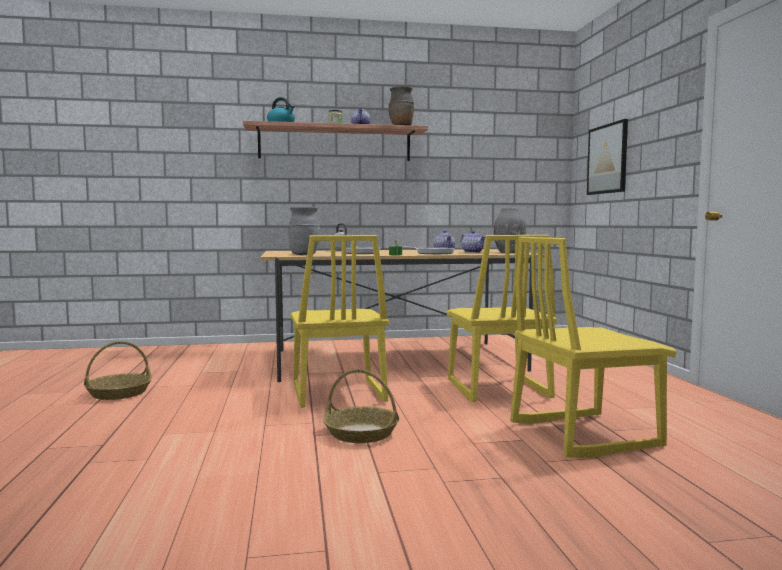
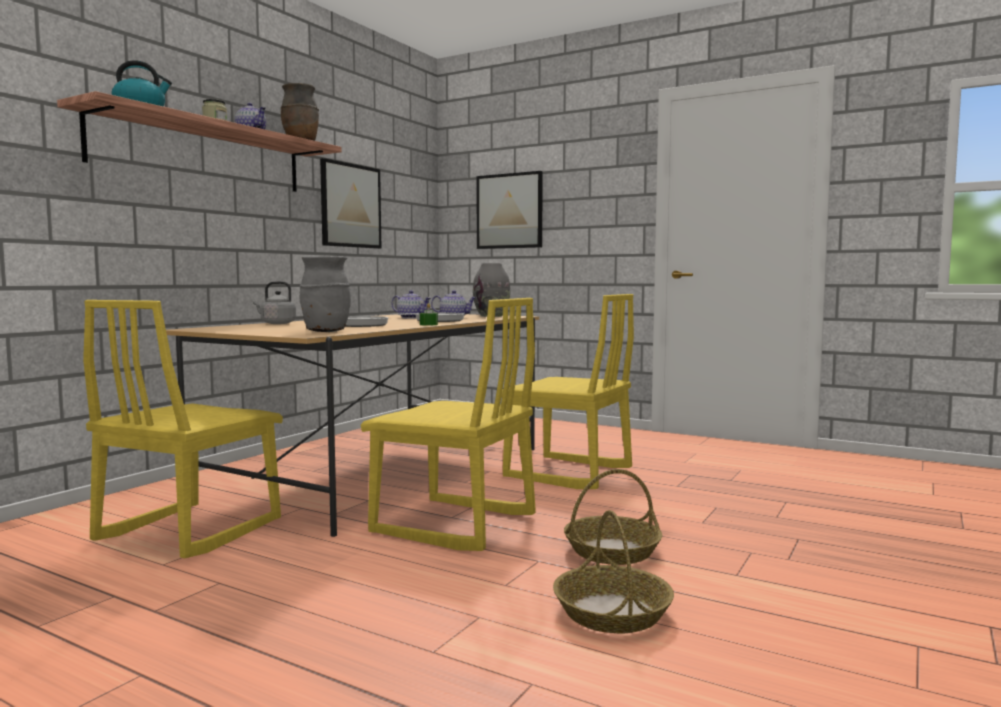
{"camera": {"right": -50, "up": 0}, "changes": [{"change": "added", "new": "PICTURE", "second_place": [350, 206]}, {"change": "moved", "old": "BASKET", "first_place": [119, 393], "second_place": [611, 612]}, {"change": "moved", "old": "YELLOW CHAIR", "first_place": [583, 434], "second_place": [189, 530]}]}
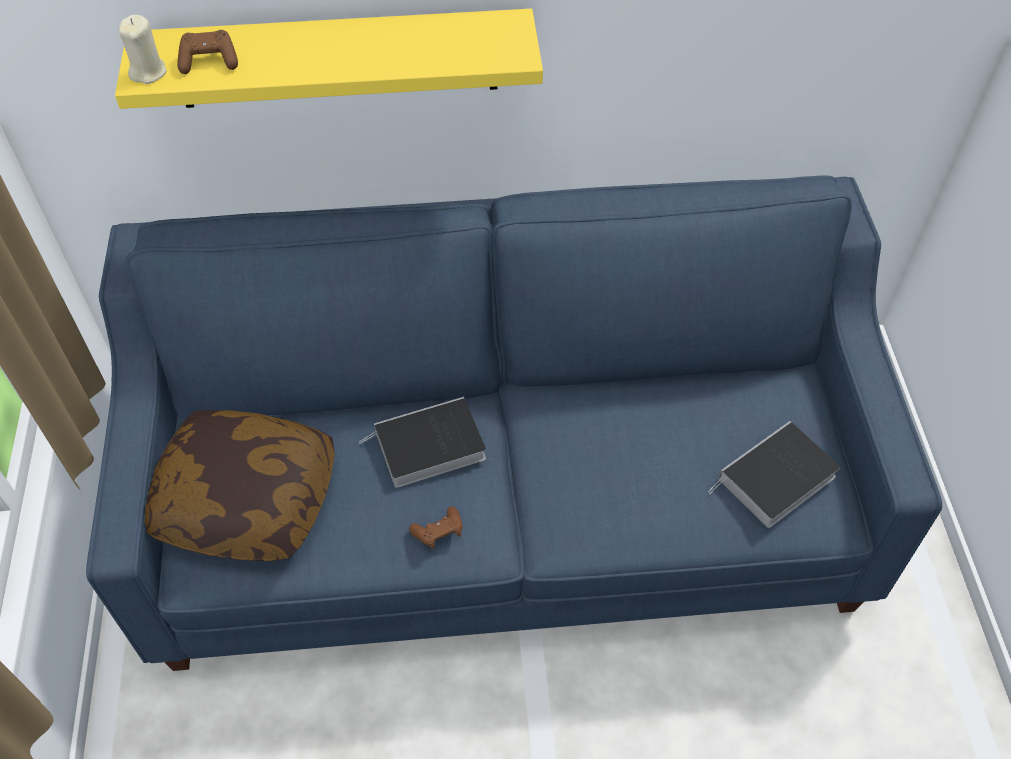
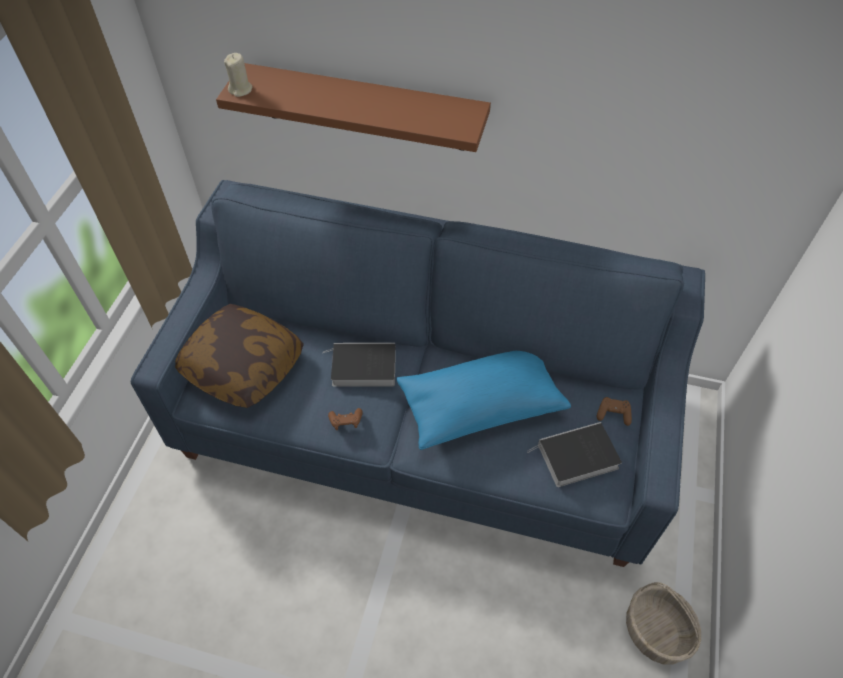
{"camera": {"right": 20, "up": 0}, "changes": [{"change": "added", "new": "BLUE PILLOW", "second_place": [480, 405]}, {"change": "added", "new": "BASKET", "second_place": [656, 631]}, {"change": "moved", "old": "BROWN GAME CONTROLLER", "first_place": [209, 61], "second_place": [613, 414]}, {"change": "recoloured", "old": "YELLOW SHELF", "new": "BROWN SHELF", "first_place": [337, 59], "second_place": [364, 108]}]}
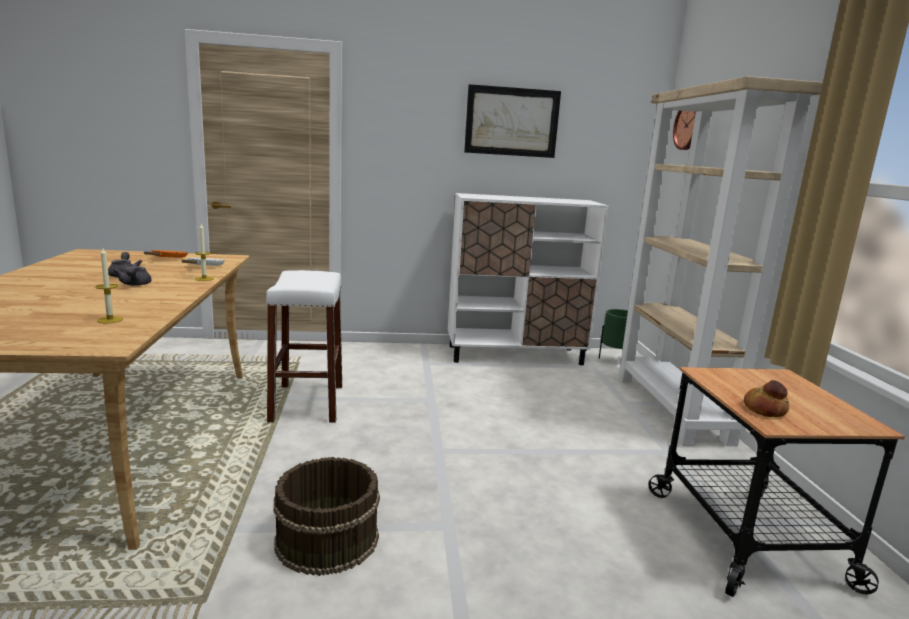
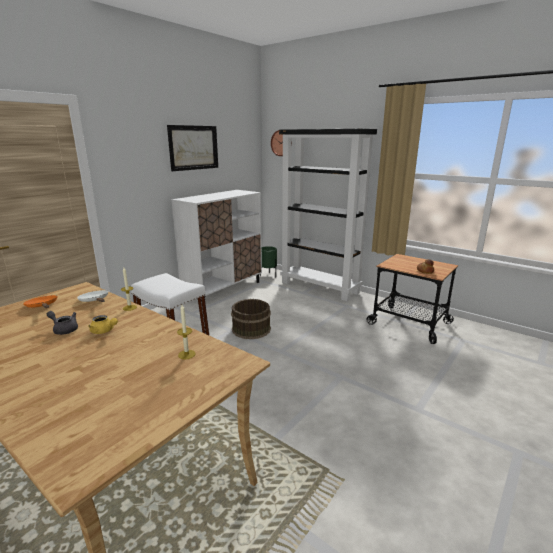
{"camera": {"right": -45, "up": 5}, "changes": [{"change": "moved", "old": "BROWN BUCKET", "first_place": [326, 539], "second_place": [250, 329]}, {"change": "recoloured", "old": "GREY TEAPOT", "new": "YELLOW TEAPOT", "first_place": [135, 285], "second_place": [104, 331]}, {"change": "recoloured", "old": "BEIGE BOOKCASE", "new": "BLACK BOOKCASE", "first_place": [672, 408], "second_place": [320, 287]}]}
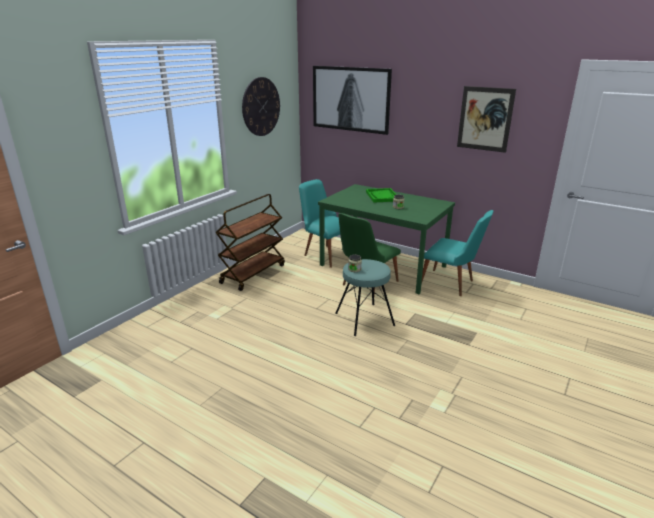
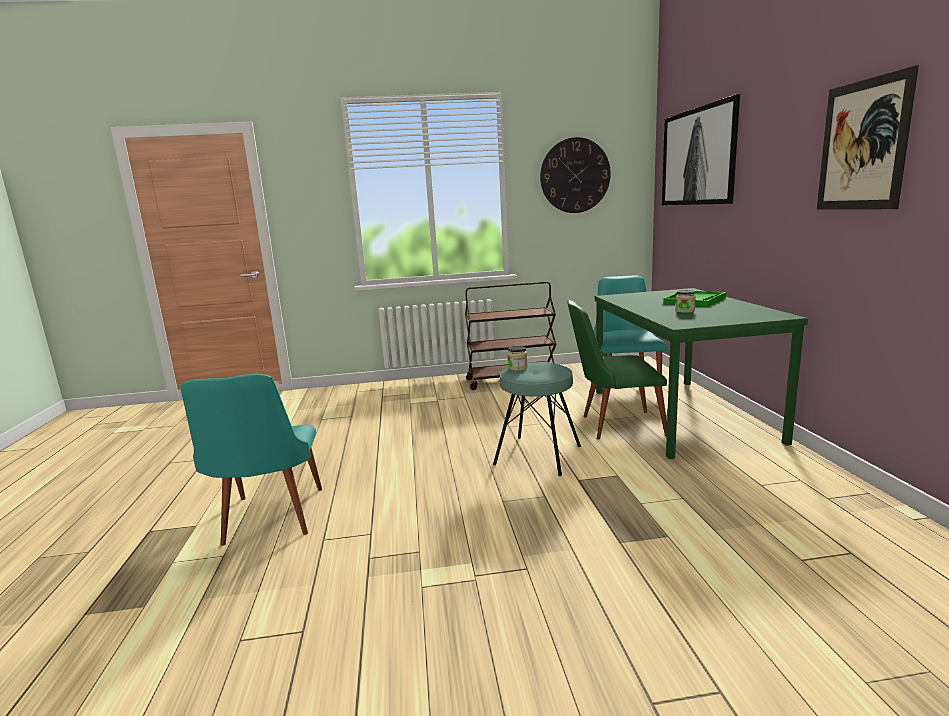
{"camera": {"right": 50, "up": -10}, "changes": [{"change": "moved", "old": "TURQUOISE CHAIR", "first_place": [451, 284], "second_place": [269, 521]}]}
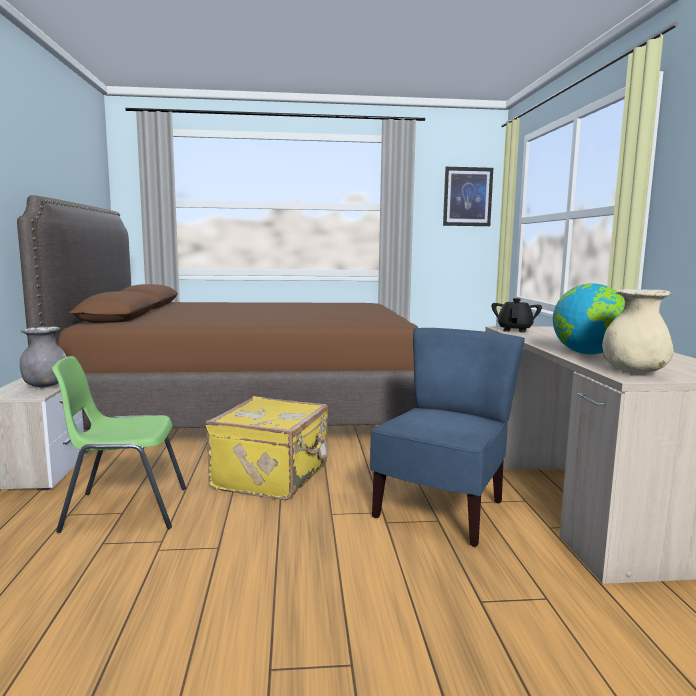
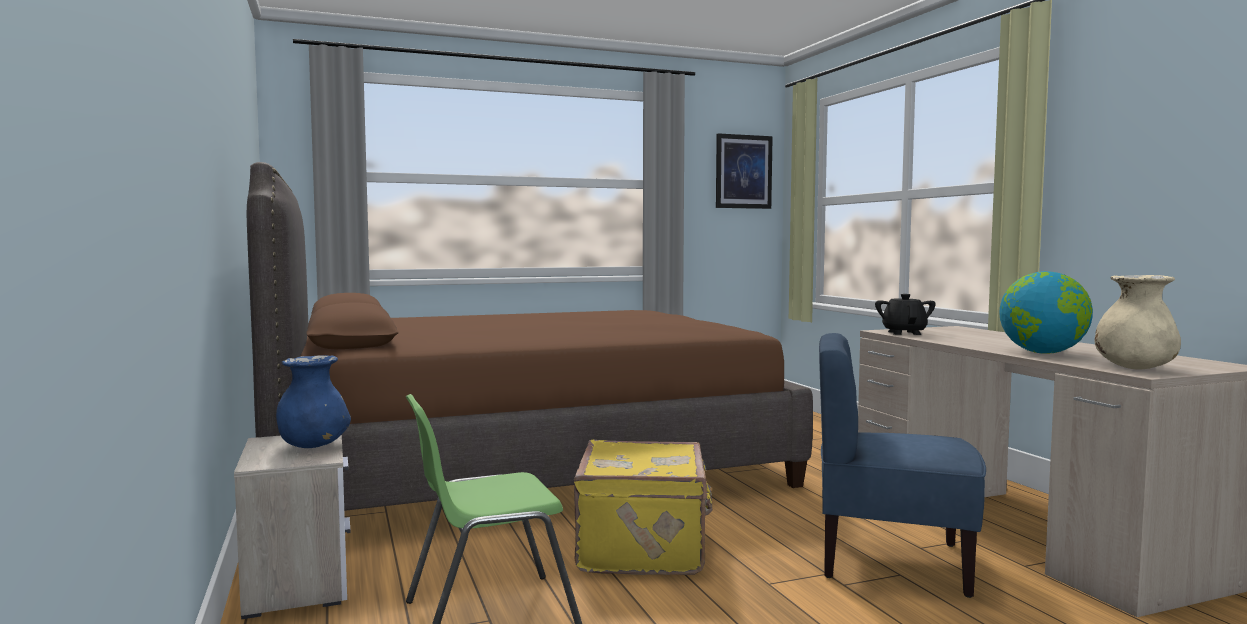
{"camera": {"right": -15, "up": -5}, "changes": [{"change": "recoloured", "old": "GREY VASE", "new": "BLUE VASE", "first_place": [46, 386], "second_place": [313, 446]}, {"change": "turned", "old": "BLUE CHAIR", "first_place": [442, 510], "second_place": [892, 562], "degrees": -90}]}
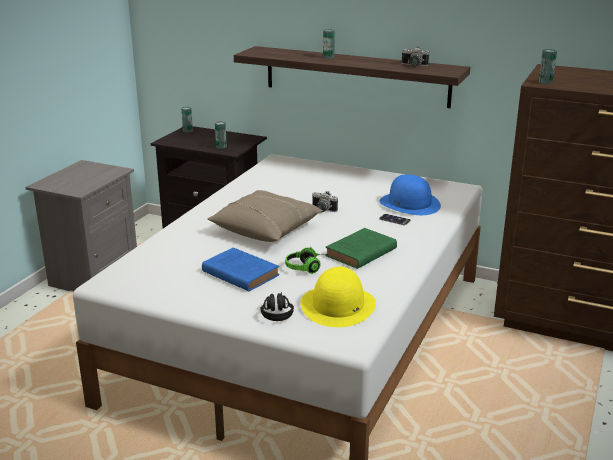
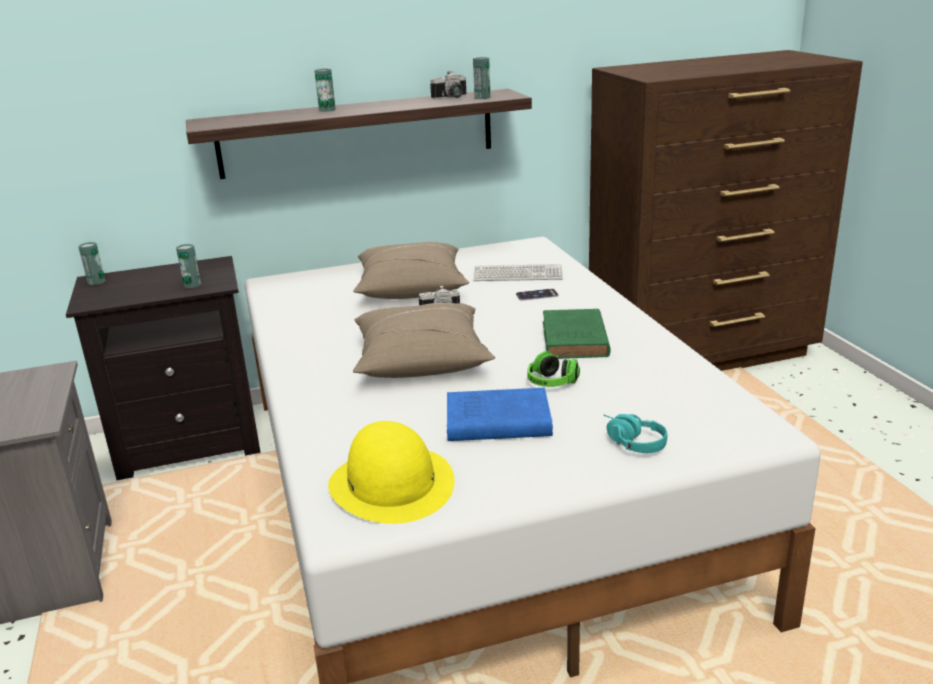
{"camera": {"right": -40, "up": 0}, "changes": [{"change": "added", "new": "BEIGE PILLOW", "second_place": [411, 288]}, {"change": "moved", "old": "YELLOW HAT", "first_place": [338, 305], "second_place": [392, 484]}, {"change": "moved", "old": "CAN", "first_place": [545, 82], "second_place": [482, 97]}, {"change": "replaced", "old": "BLUE HAT", "new": "KEYBOARD", "first_place": [410, 204], "second_place": [518, 274]}, {"change": "recoloured", "old": "BLACK HEADPHONES", "new": "TURQUOISE HEADPHONES", "first_place": [276, 312], "second_place": [629, 442]}]}
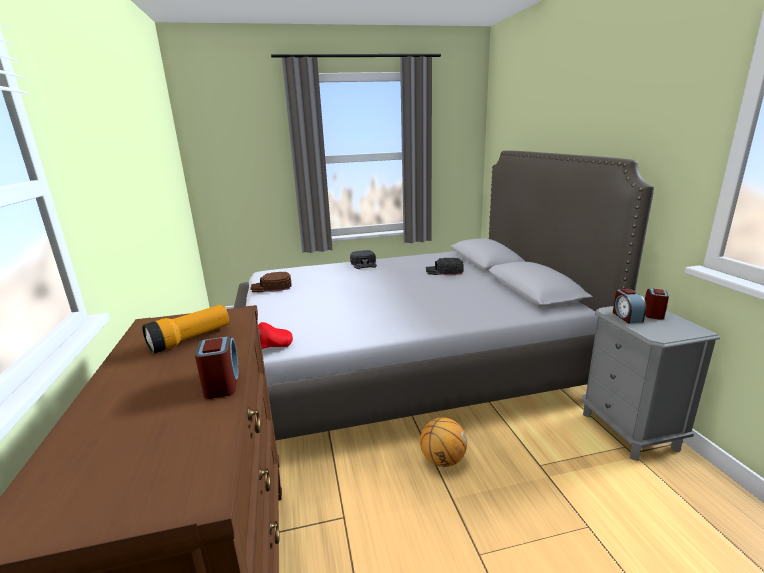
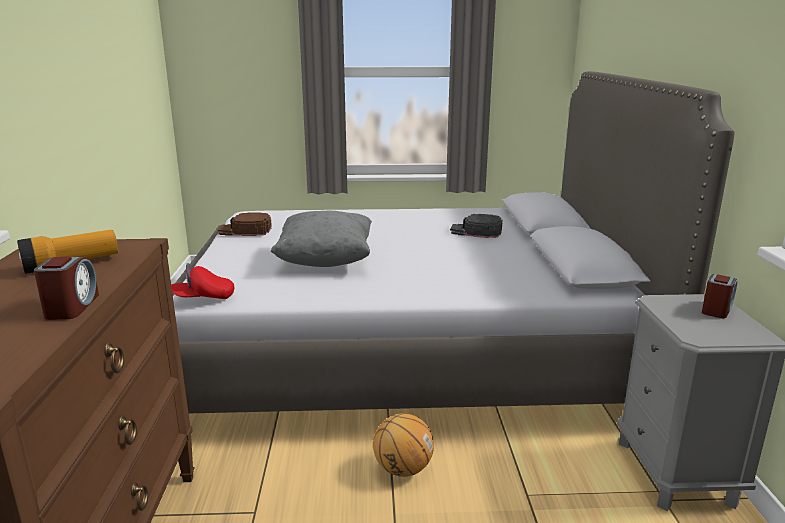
{"camera": {"right": 10, "up": 0}, "changes": [{"change": "removed", "old": "BLACK CAP", "first_place": [364, 263]}, {"change": "removed", "old": "ALARM CLOCK", "first_place": [626, 316]}, {"change": "added", "new": "GREY PILLOW", "second_place": [325, 261]}]}
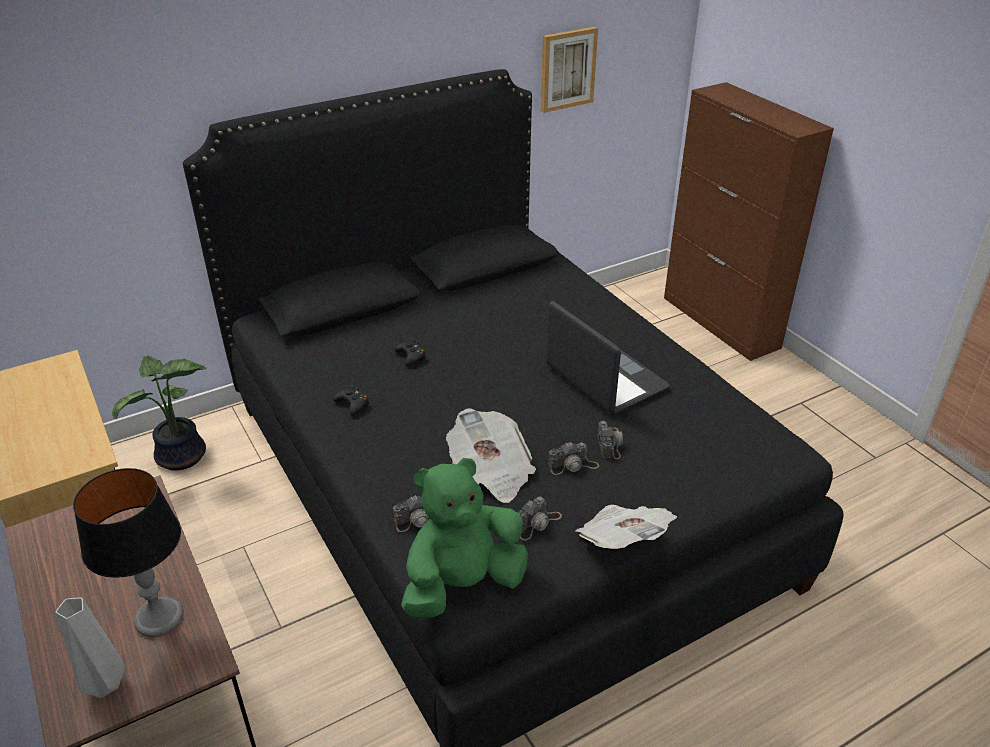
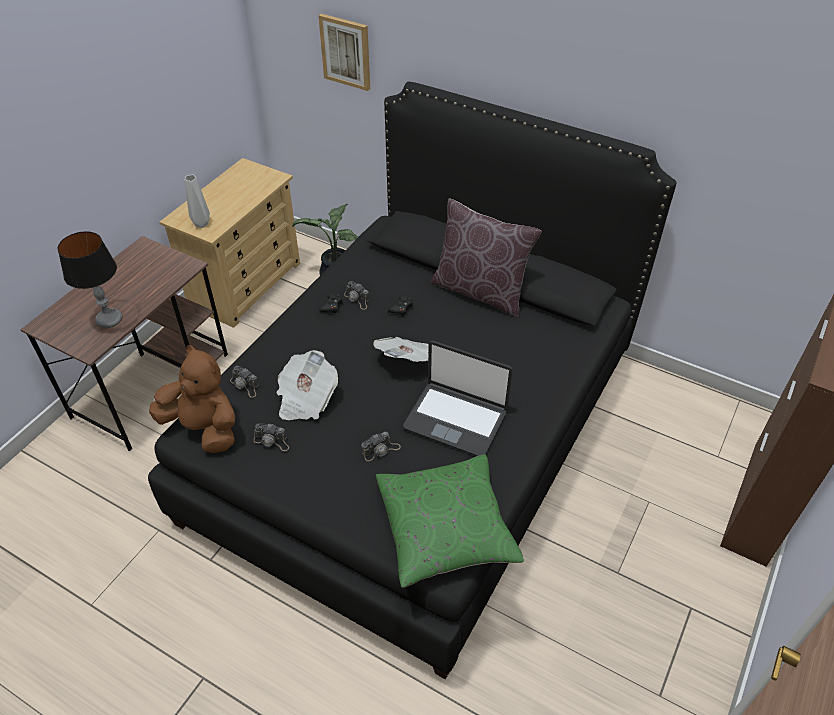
{"camera": {"right": 60, "up": 10}, "changes": [{"change": "added", "new": "GREEN PILLOW", "second_place": [445, 528]}, {"change": "added", "new": "BROWN PILLOW", "second_place": [480, 291]}, {"change": "moved", "old": "GREY VASE", "first_place": [107, 684], "second_place": [202, 224]}, {"change": "moved", "old": "PICTURE", "first_place": [567, 69], "second_place": [346, 51]}, {"change": "moved", "old": "PHOTO CAMERA", "first_place": [573, 465], "second_place": [357, 299]}, {"change": "moved", "old": "NEWSPAPER", "first_place": [622, 541], "second_place": [406, 360]}, {"change": "recoloured", "old": "GREEN PLUSH TOY", "new": "BROWN PLUSH TOY", "first_place": [463, 584], "second_place": [204, 428]}, {"change": "turned", "old": "LAPTOP", "first_place": [605, 378], "second_place": [456, 419], "degrees": 90}]}
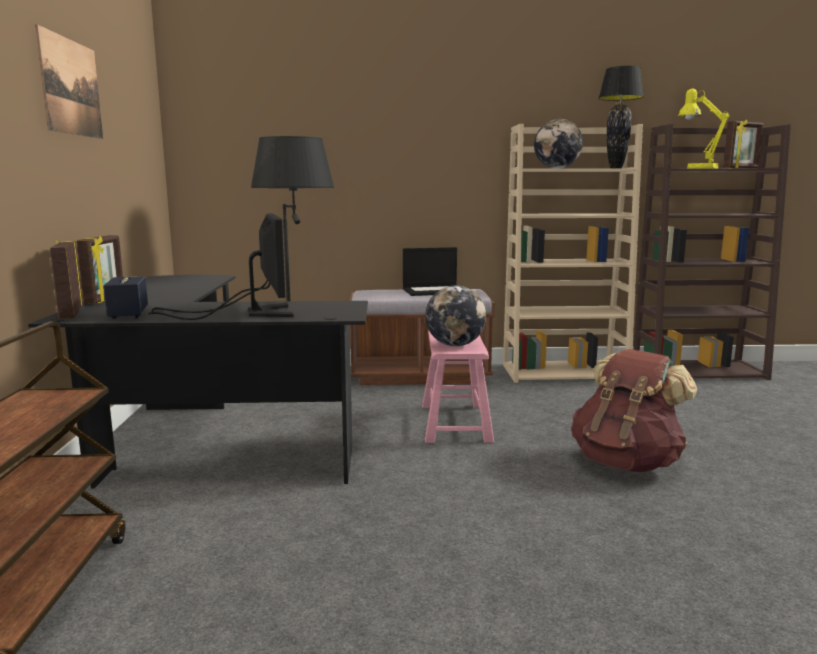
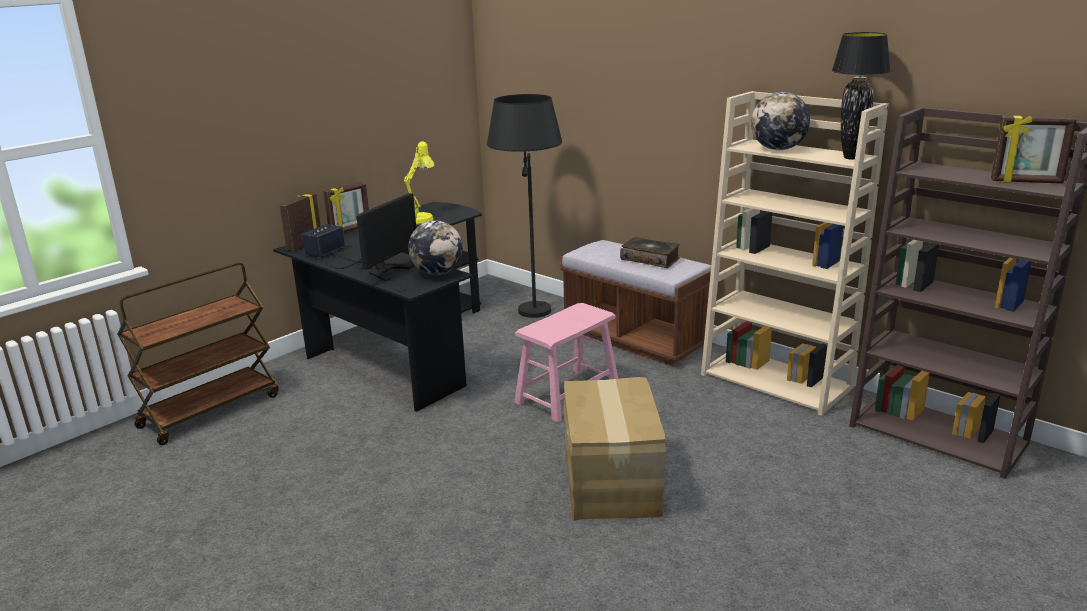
{"camera": {"right": 45, "up": 10}, "changes": [{"change": "removed", "old": "PICTURE", "first_place": [71, 87]}, {"change": "moved", "old": "GLOBE", "first_place": [455, 345], "second_place": [437, 273]}, {"change": "moved", "old": "YELLOW TABLE LAMP", "first_place": [696, 168], "second_place": [422, 218]}, {"change": "replaced", "old": "LAPTOP", "new": "BOOK", "first_place": [435, 291], "second_place": [650, 259]}, {"change": "replaced", "old": "BROWN BACKPACK", "new": "CARDBOARD BOX", "first_place": [626, 462], "second_place": [613, 481]}]}
